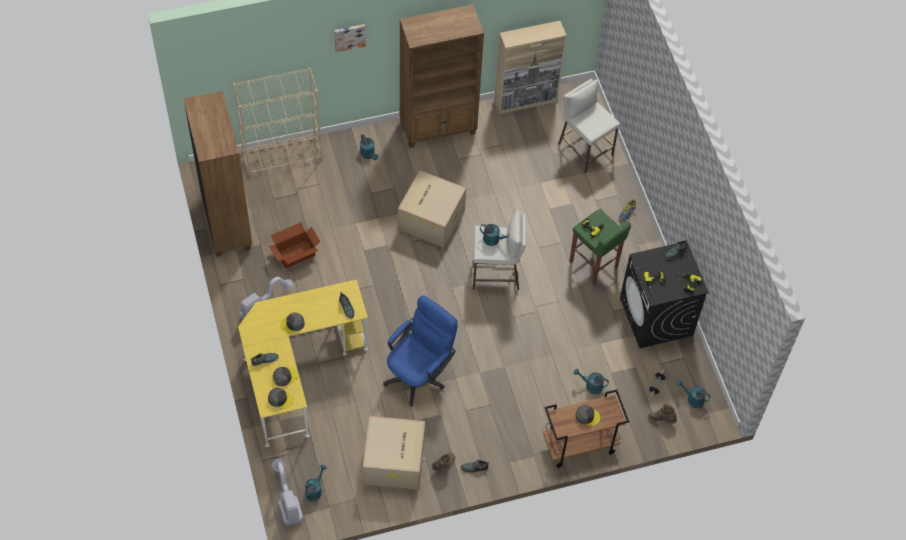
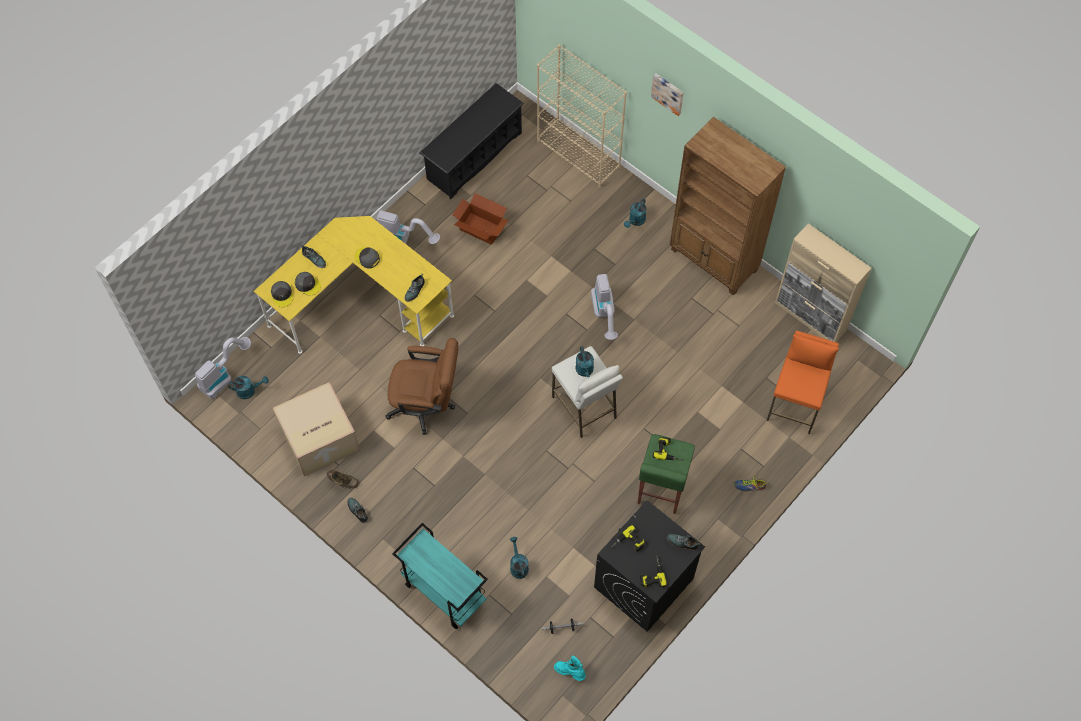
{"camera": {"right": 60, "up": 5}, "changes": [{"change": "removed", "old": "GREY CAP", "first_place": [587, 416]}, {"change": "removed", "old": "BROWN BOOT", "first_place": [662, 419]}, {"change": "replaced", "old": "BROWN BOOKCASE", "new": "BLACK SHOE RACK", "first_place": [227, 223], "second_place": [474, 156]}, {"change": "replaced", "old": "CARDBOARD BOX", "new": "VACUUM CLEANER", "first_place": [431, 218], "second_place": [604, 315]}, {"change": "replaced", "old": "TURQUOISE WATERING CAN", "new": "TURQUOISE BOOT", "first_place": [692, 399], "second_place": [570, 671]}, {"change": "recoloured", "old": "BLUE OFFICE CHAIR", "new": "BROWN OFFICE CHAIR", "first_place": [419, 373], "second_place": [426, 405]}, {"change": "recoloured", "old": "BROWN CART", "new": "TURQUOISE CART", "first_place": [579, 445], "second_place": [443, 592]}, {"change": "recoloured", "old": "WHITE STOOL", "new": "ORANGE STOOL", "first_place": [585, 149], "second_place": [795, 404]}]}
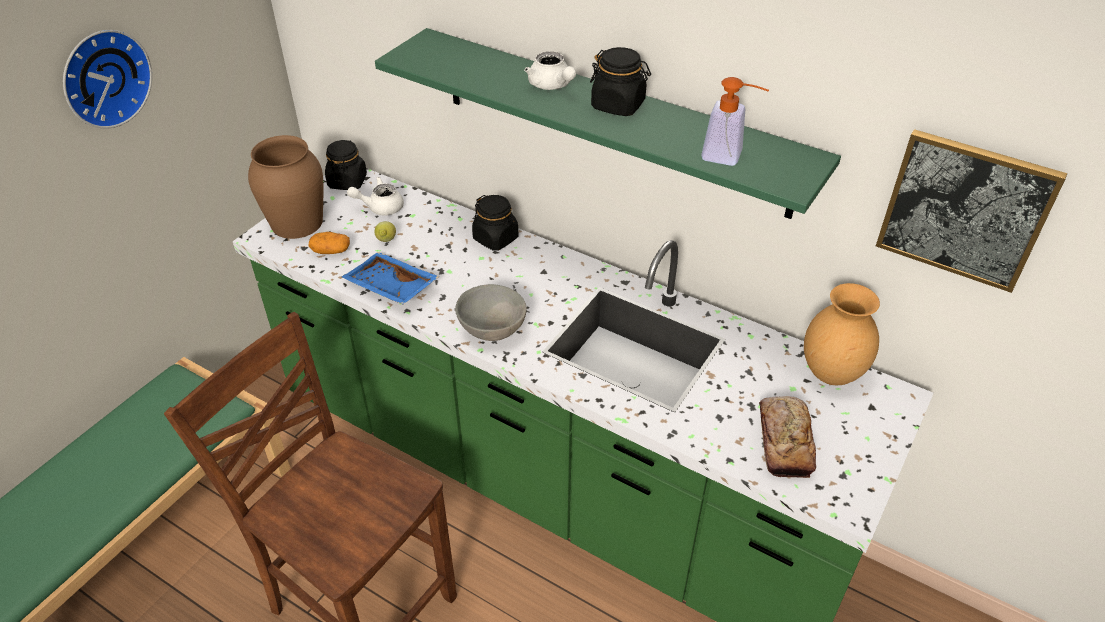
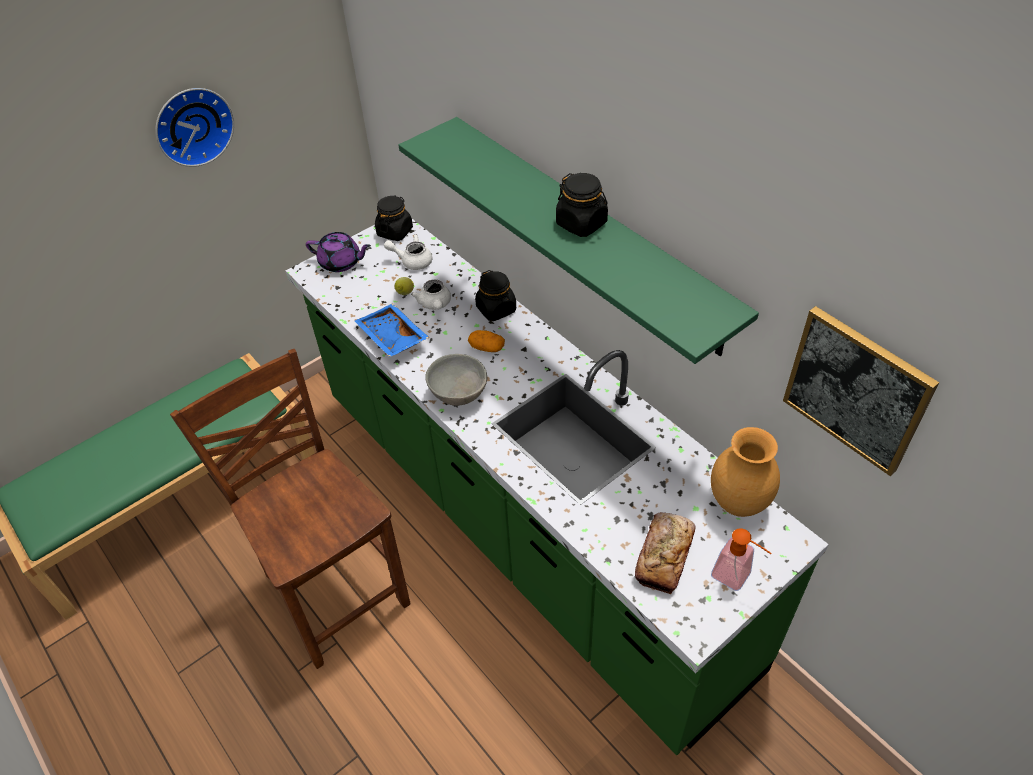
{"camera": {"right": 20, "up": 5}, "changes": [{"change": "moved", "old": "POTATO", "first_place": [331, 251], "second_place": [486, 348]}, {"change": "moved", "old": "WHITE TEAPOT", "first_place": [552, 86], "second_place": [435, 305]}, {"change": "moved", "old": "SOAP DISPENSER", "first_place": [729, 156], "second_place": [737, 578]}, {"change": "replaced", "old": "BROWN VASE", "new": "PURPLE TEAPOT", "first_place": [297, 222], "second_place": [341, 262]}]}
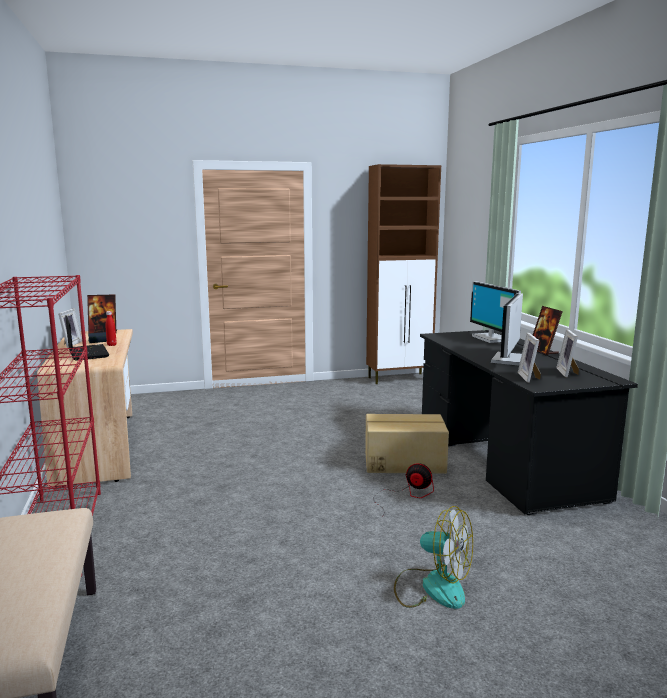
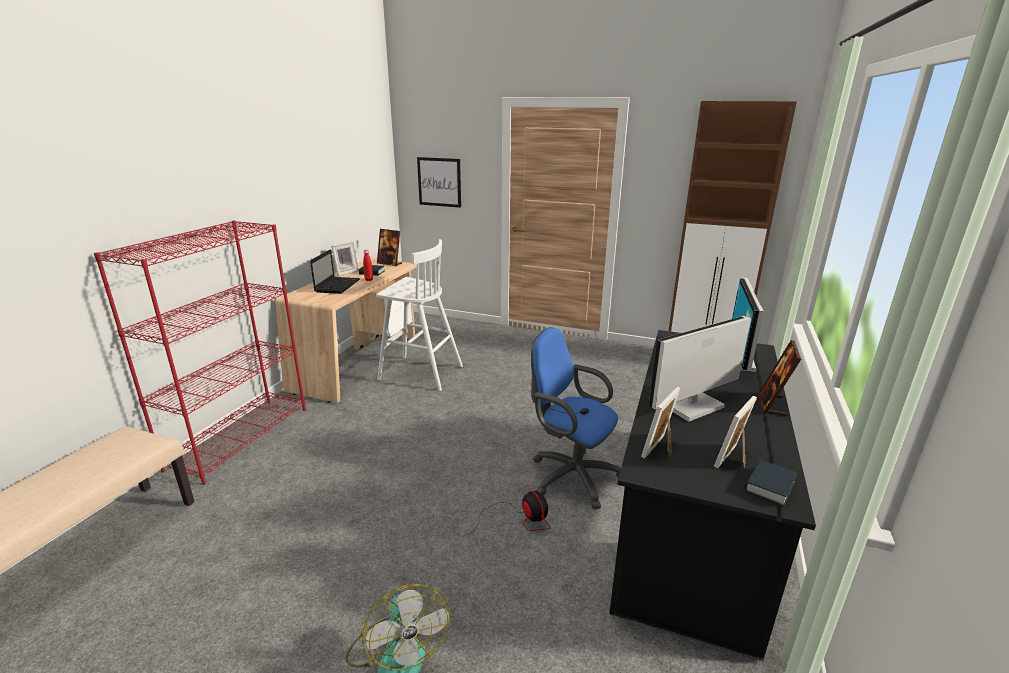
{"camera": {"right": 35, "up": 10}, "changes": [{"change": "added", "new": "WHITE STOOL", "second_place": [419, 373]}, {"change": "added", "new": "PICTURE", "second_place": [439, 182]}, {"change": "added", "new": "BOOK", "second_place": [769, 487]}, {"change": "replaced", "old": "CARDBOARD BOX", "new": "BLUE OFFICE CHAIR", "first_place": [404, 462], "second_place": [570, 475]}]}
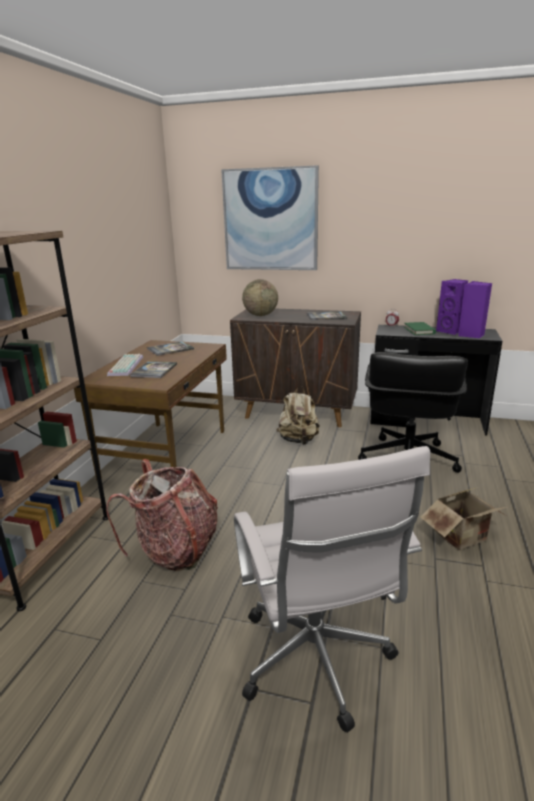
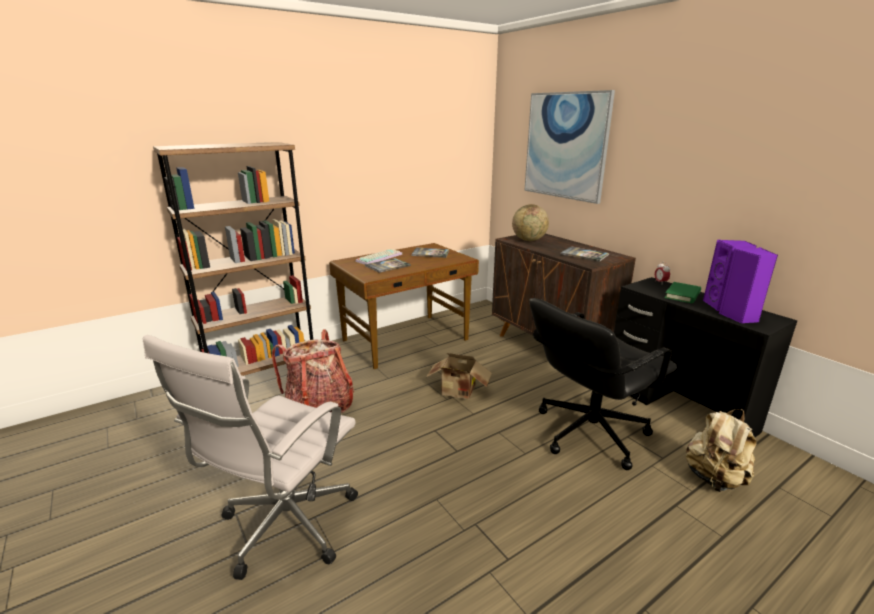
{"camera": {"right": 40, "up": 0}, "changes": [{"change": "moved", "old": "BEIGE BACKPACK", "first_place": [298, 440], "second_place": [714, 479]}, {"change": "moved", "old": "CARDBOARD BOX", "first_place": [463, 538], "second_place": [458, 393]}]}
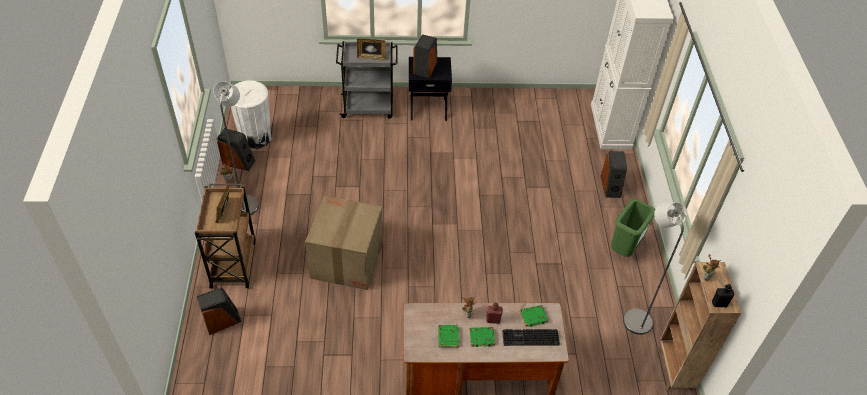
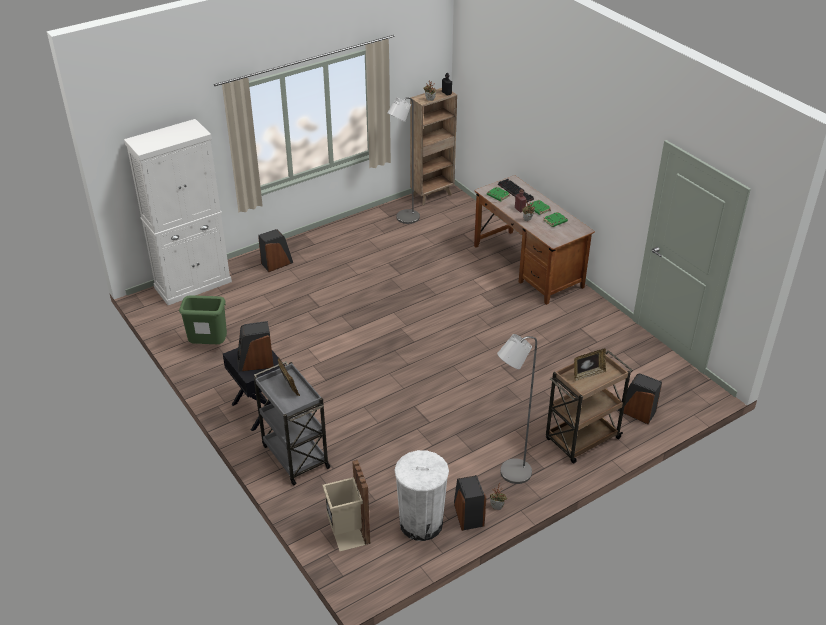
{"camera": {"right": -120, "up": -10}, "changes": [{"change": "removed", "old": "CARDBOARD BOX", "first_place": [346, 261]}, {"change": "added", "new": "BEIGE TRASH CAN", "second_place": [348, 534]}, {"change": "moved", "old": "GREEN TRASH CAN", "first_place": [624, 249], "second_place": [209, 345]}]}
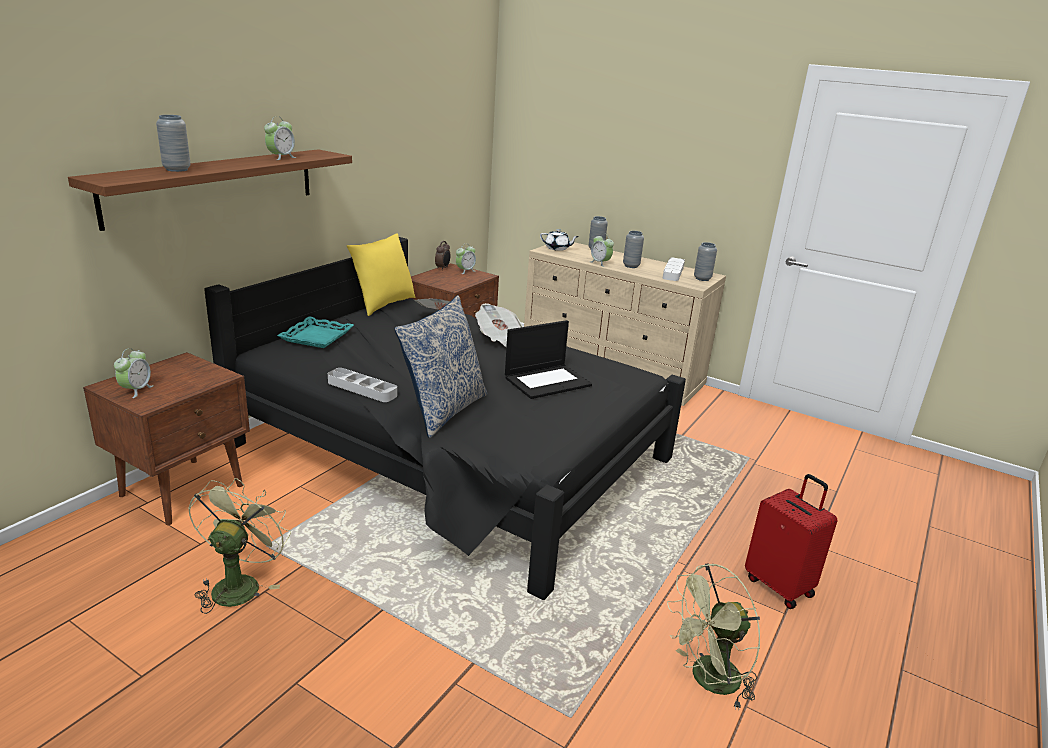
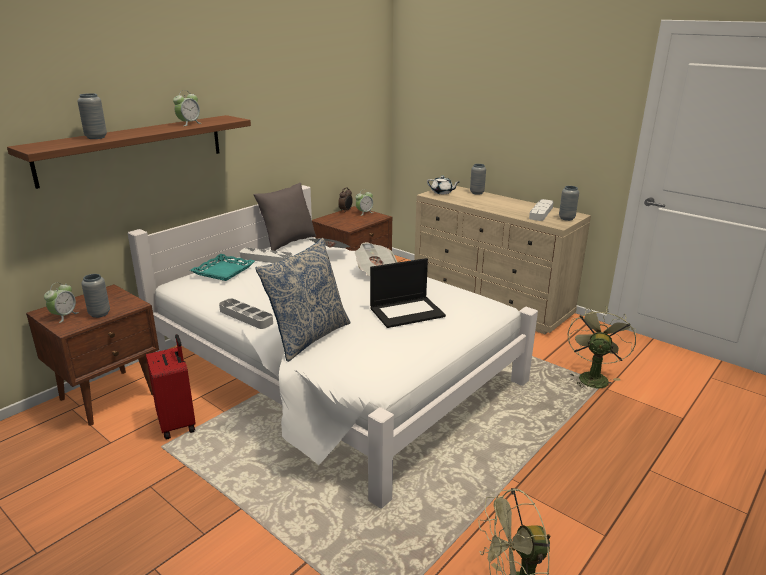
{"camera": {"right": 10, "up": 0}, "changes": [{"change": "removed", "old": "ALARM CLOCK", "first_place": [600, 263]}, {"change": "added", "new": "WHITE TRAY", "second_place": [266, 259]}, {"change": "moved", "old": "GREEN FAN", "first_place": [239, 584], "second_place": [592, 377]}, {"change": "moved", "old": "GREY VASE", "first_place": [631, 266], "second_place": [99, 314]}, {"change": "moved", "old": "RED SUITCASE", "first_place": [779, 586], "second_place": [178, 423]}, {"change": "recoloured", "old": "BLACK BED", "new": "WHITE BED", "first_place": [453, 453], "second_place": [334, 371]}, {"change": "recoloured", "old": "YELLOW PILLOW", "new": "GREY PILLOW", "first_place": [383, 304], "second_place": [287, 243]}]}
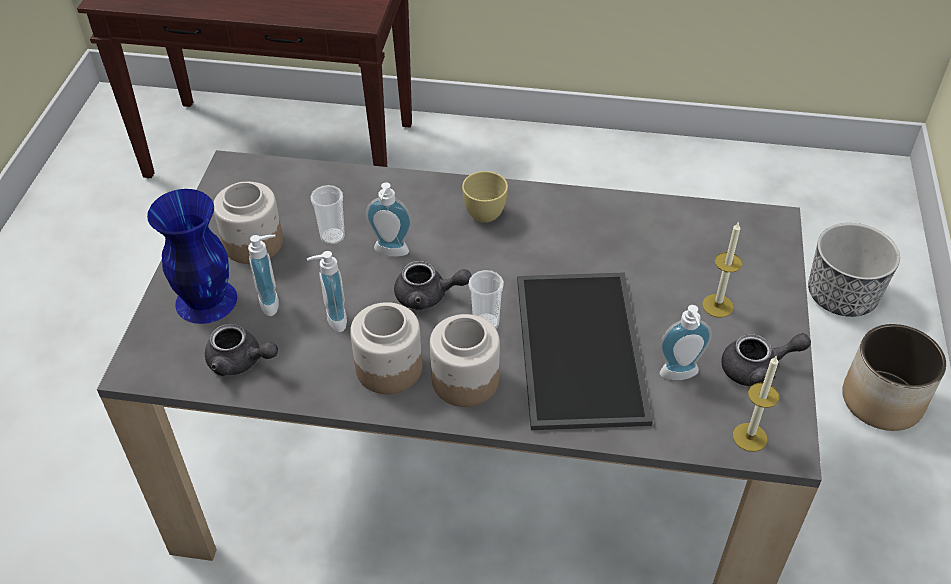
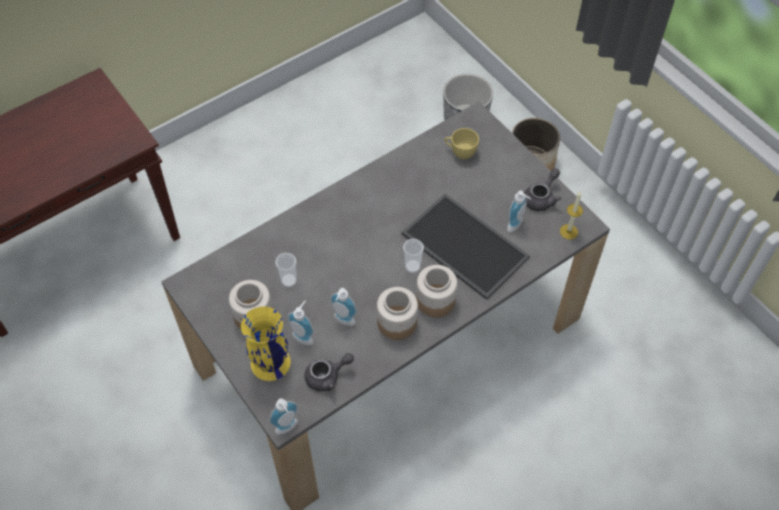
{"camera": {"right": -45, "up": 10}, "changes": [{"change": "removed", "old": "GREY TEAPOT", "first_place": [428, 296]}, {"change": "removed", "old": "CANDLE", "first_place": [717, 306]}, {"change": "moved", "old": "SOAP DISPENSER", "first_place": [390, 253], "second_place": [288, 429]}, {"change": "moved", "old": "YELLOW CUP", "first_place": [482, 210], "second_place": [460, 152]}, {"change": "recoloured", "old": "BLUE VASE", "new": "YELLOW VASE", "first_place": [205, 300], "second_place": [269, 363]}]}
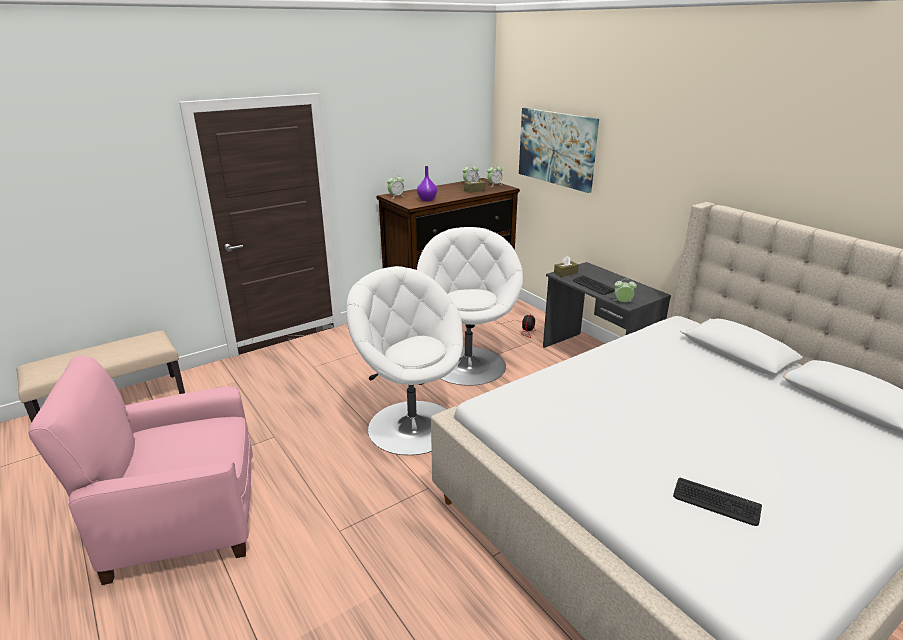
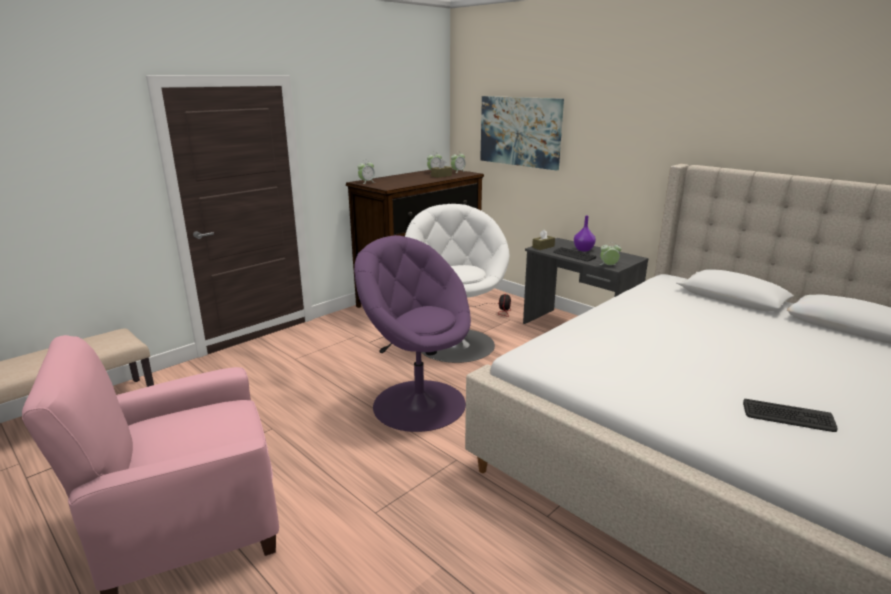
{"camera": {"right": -10, "up": -5}, "changes": [{"change": "moved", "old": "PURPLE VASE", "first_place": [427, 199], "second_place": [583, 249]}, {"change": "recoloured", "old": "WHITE ARMCHAIR", "new": "PURPLE ARMCHAIR", "first_place": [411, 425], "second_place": [418, 403]}]}
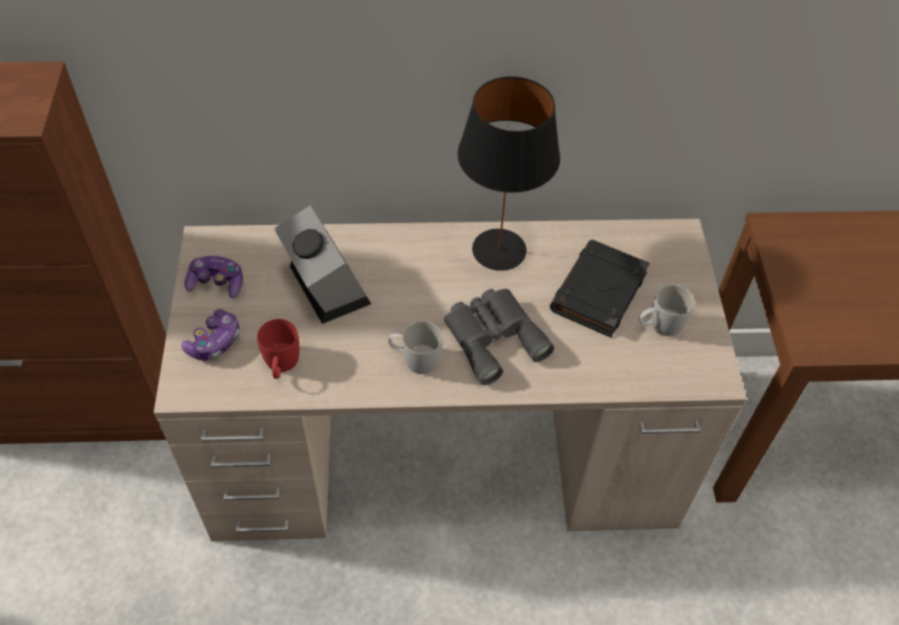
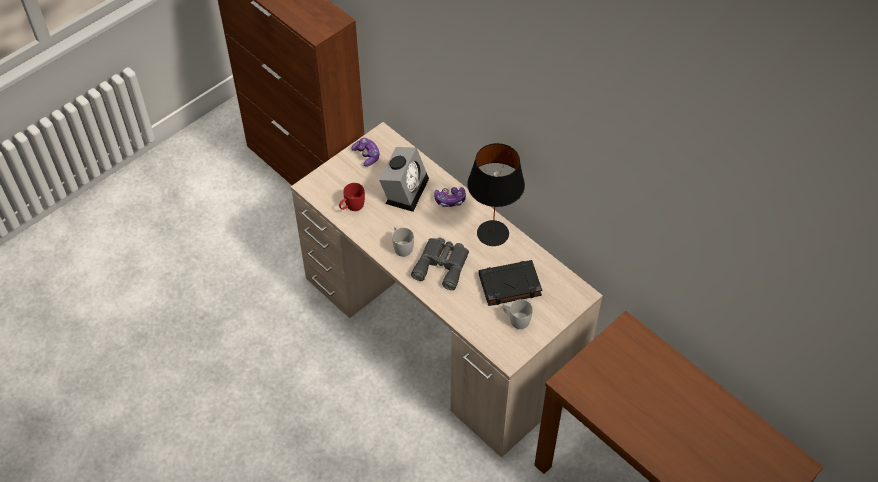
{"camera": {"right": 50, "up": 0}, "changes": [{"change": "moved", "old": "GAME CONTROLLER", "first_place": [215, 342], "second_place": [450, 200]}]}
